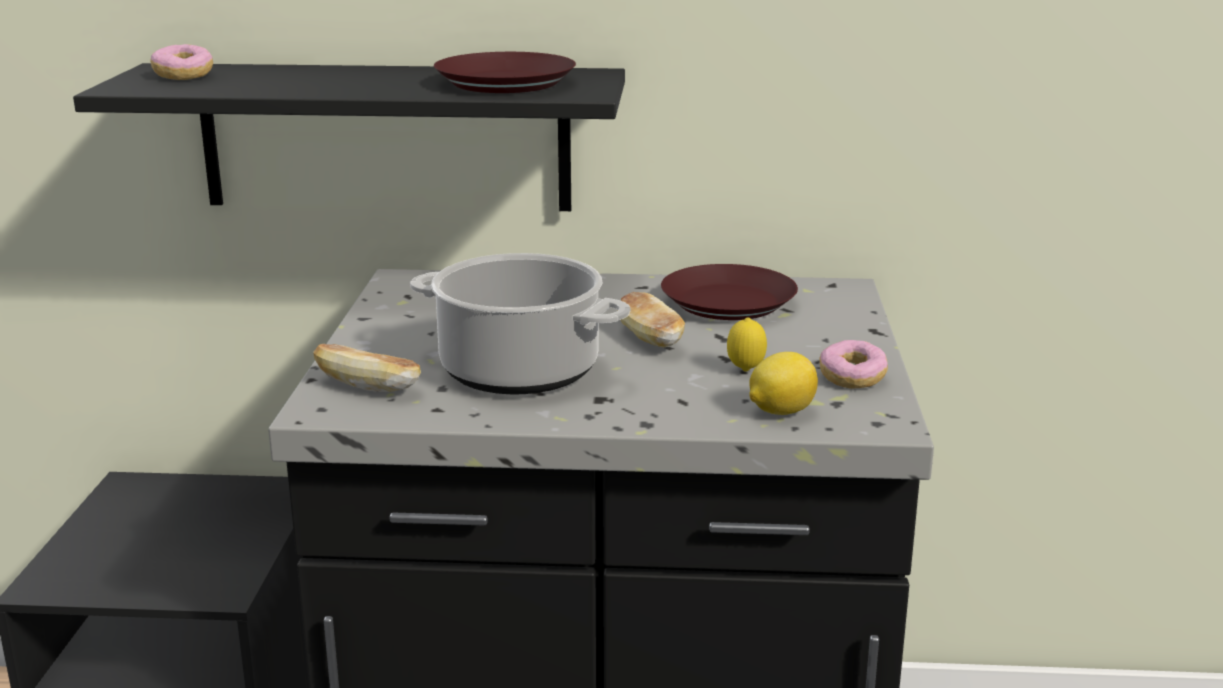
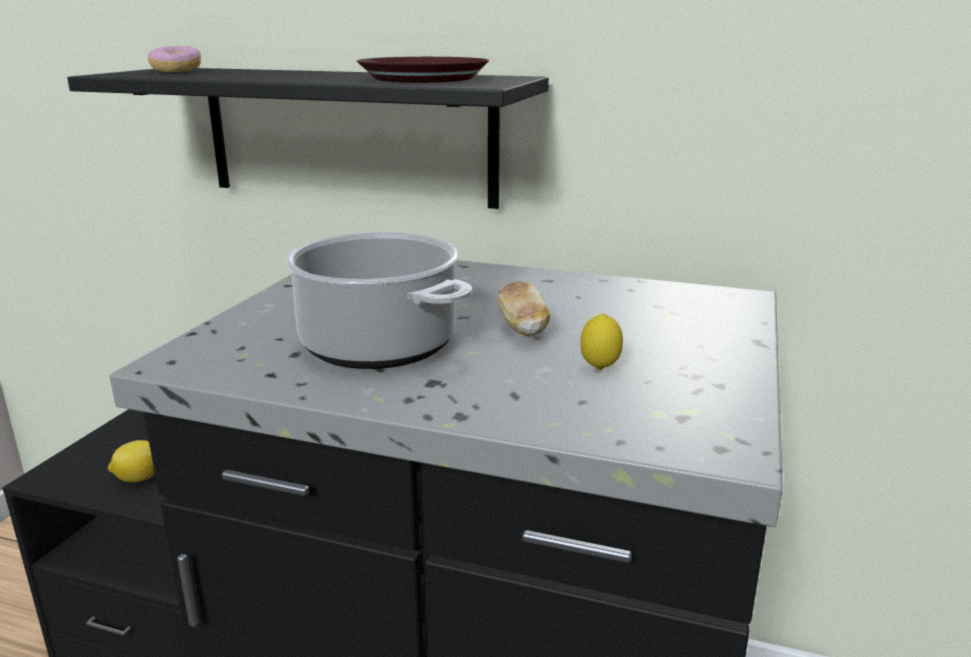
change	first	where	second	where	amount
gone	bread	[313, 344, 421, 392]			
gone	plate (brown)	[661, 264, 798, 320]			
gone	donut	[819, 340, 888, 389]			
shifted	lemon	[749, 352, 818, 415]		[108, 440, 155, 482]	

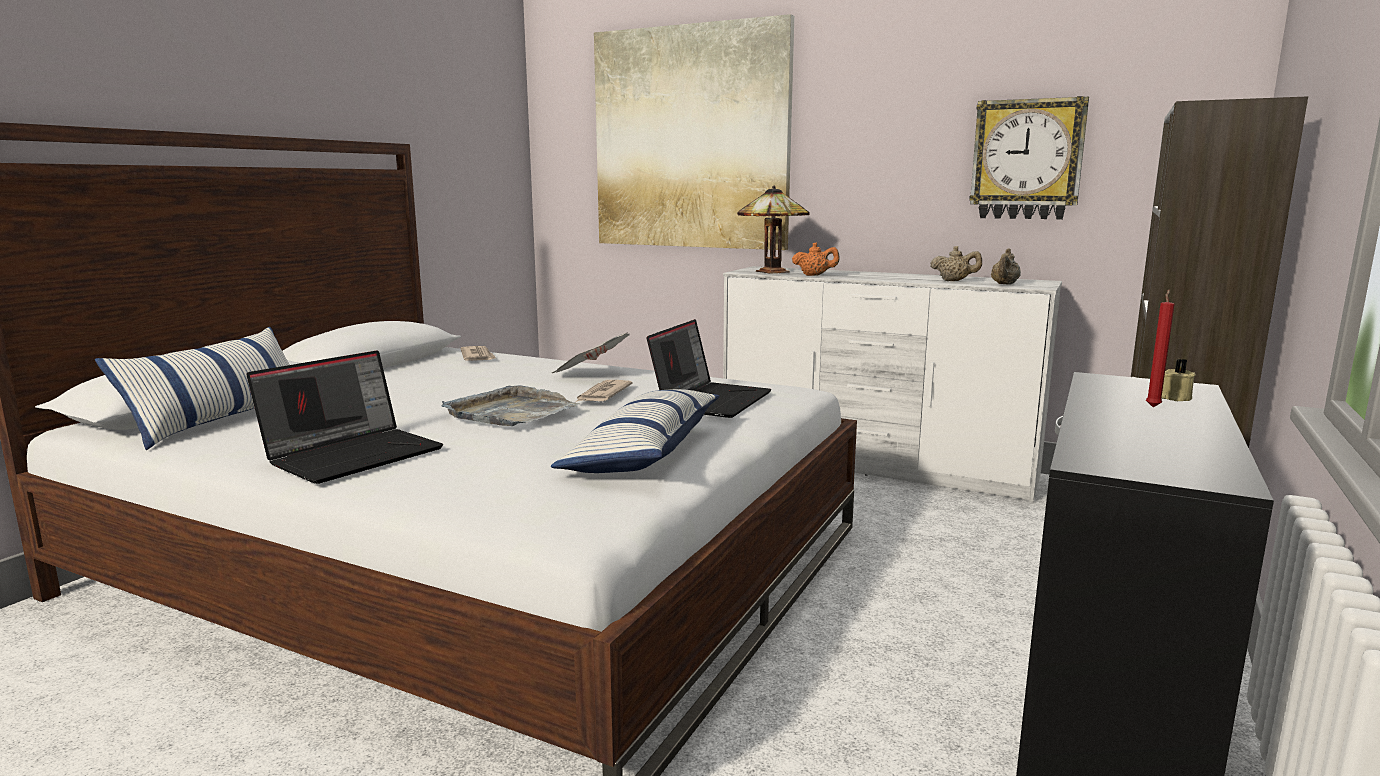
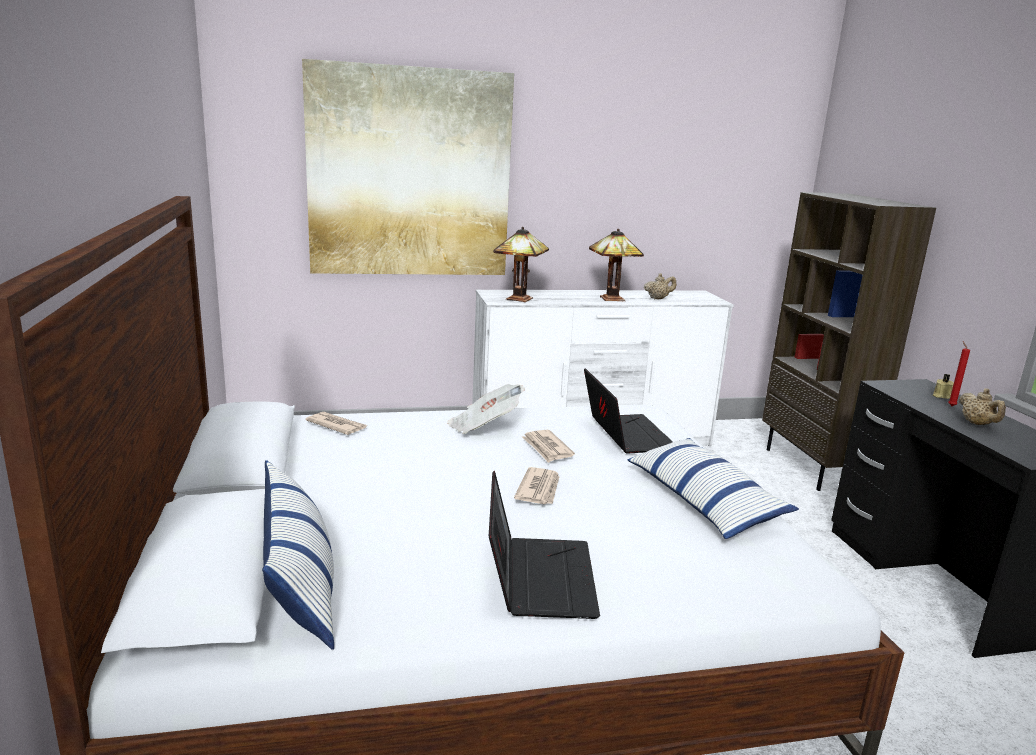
change	first	where	second	where	amount
gone	teapot (orange)	[792, 242, 840, 276]			
gone	wall clock	[969, 96, 1089, 220]			
new			table lamp	[589, 228, 644, 301]	
shifted	teapot (beige)	[991, 248, 1021, 285]		[959, 388, 1006, 425]	
swapped	tray (grey)	[442, 385, 580, 426]	newspaper	[514, 467, 559, 504]	

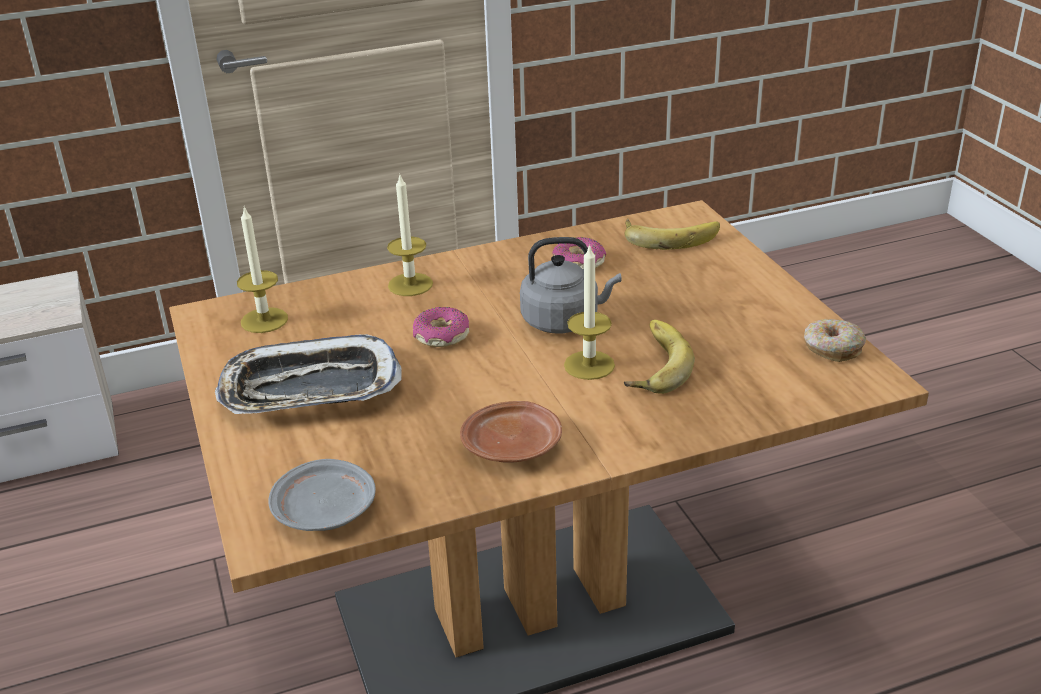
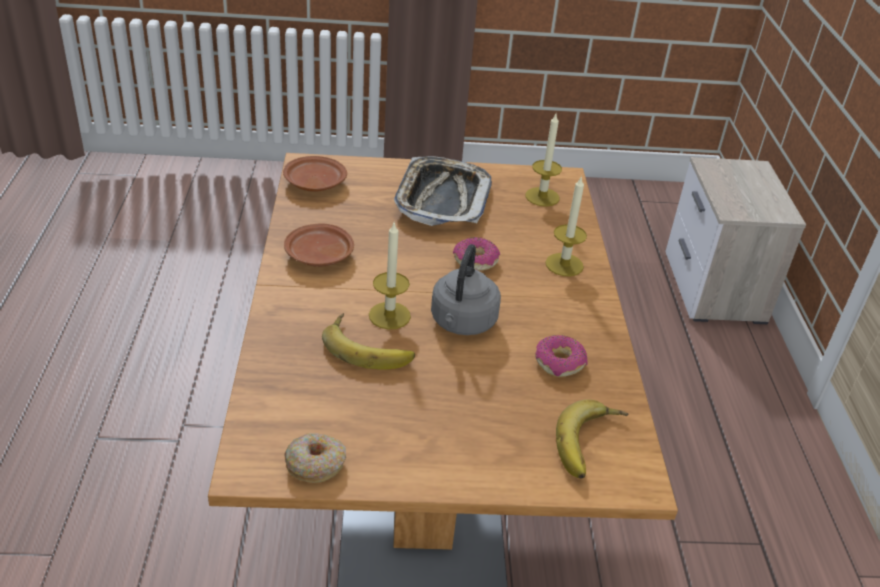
change	first	where	second	where	amount
repainted	plate (grey)	[268, 459, 375, 531]	plate (brown)	[283, 156, 347, 192]	

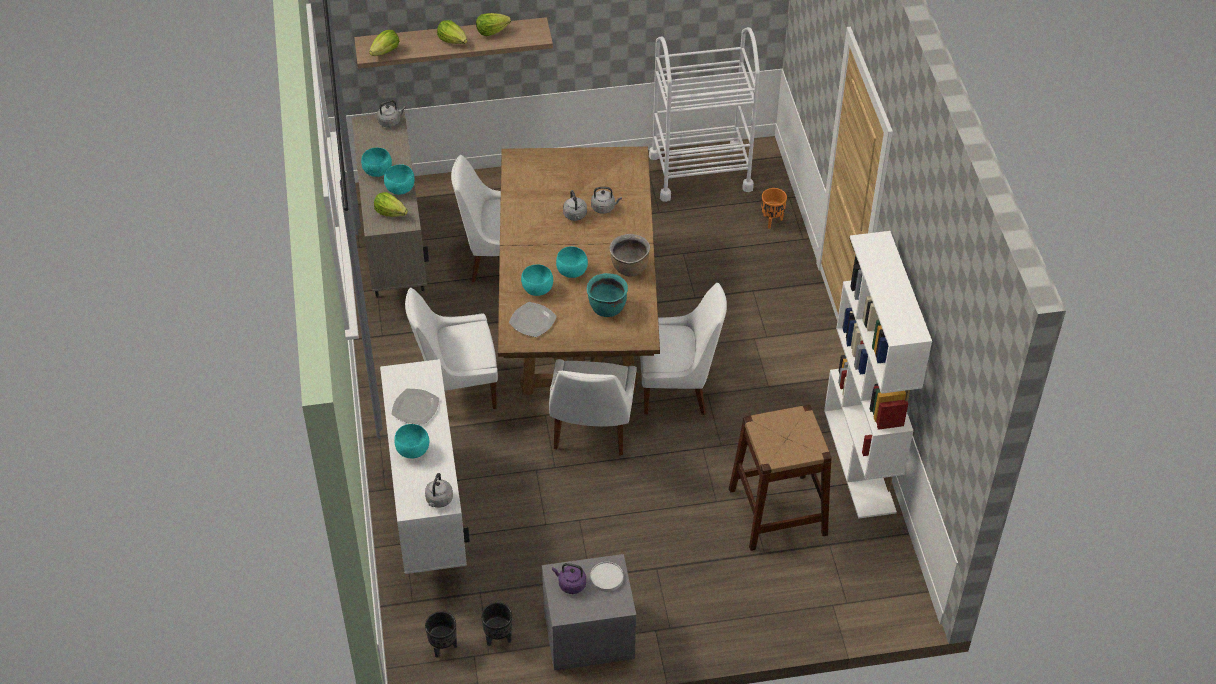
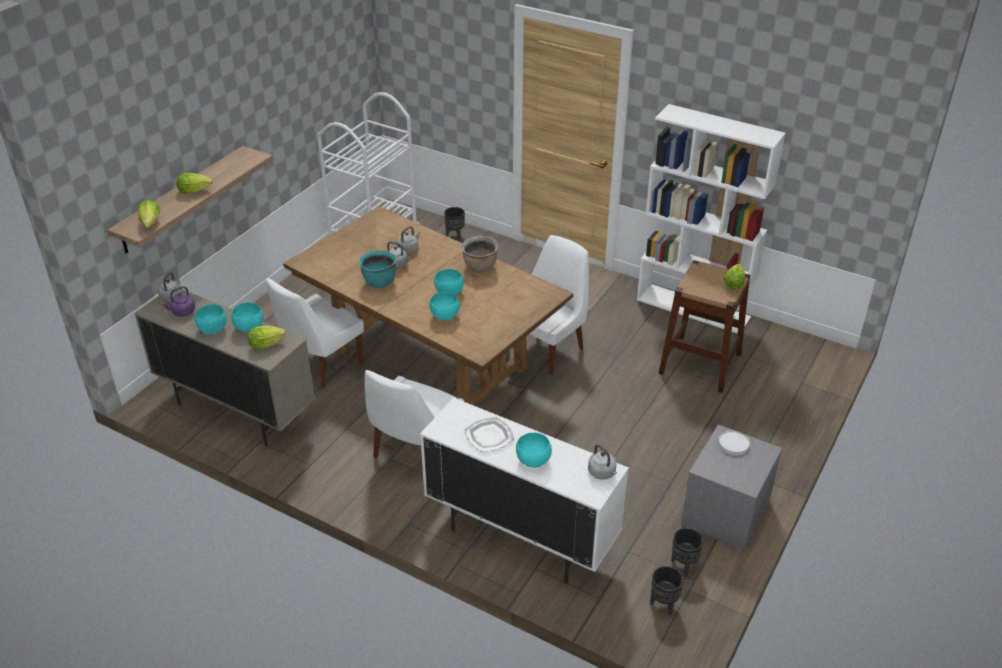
change	first	where	second	where	amount
gone	plate	[509, 302, 557, 337]			
gone	chair (white)	[549, 359, 637, 456]			
shifted	lettuce	[476, 13, 511, 36]		[724, 264, 745, 290]	
shifted	kettle (purple)	[552, 563, 586, 594]		[162, 286, 195, 316]	
shifted	cooking pot (turquoise)	[587, 273, 628, 317]		[359, 250, 396, 288]	
repainted	planter (orange)	[761, 188, 787, 229]	planter (black)	[444, 207, 465, 240]	

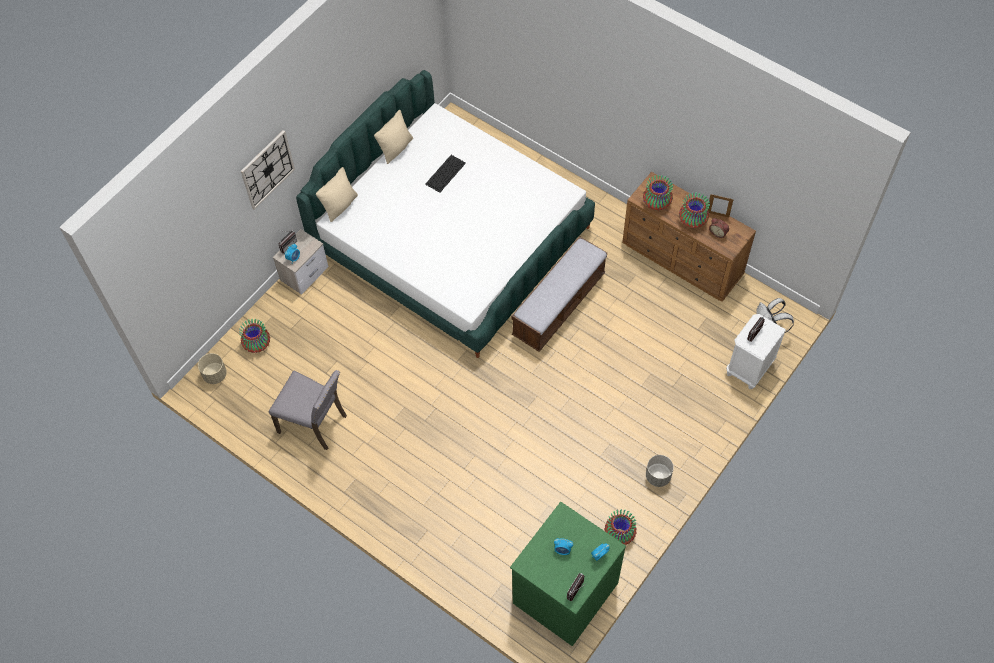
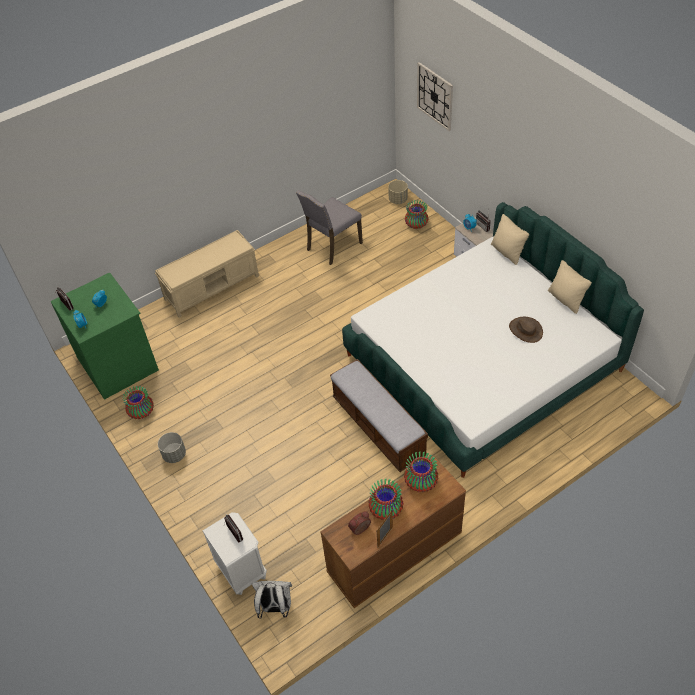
change	first	where	second	where	amount
new			bench (beige)	[155, 230, 259, 318]	
shifted	wall clock	[241, 130, 295, 210]		[417, 62, 453, 131]	
swapped	keyboard	[425, 155, 466, 193]	hat (brown)	[509, 317, 543, 343]	

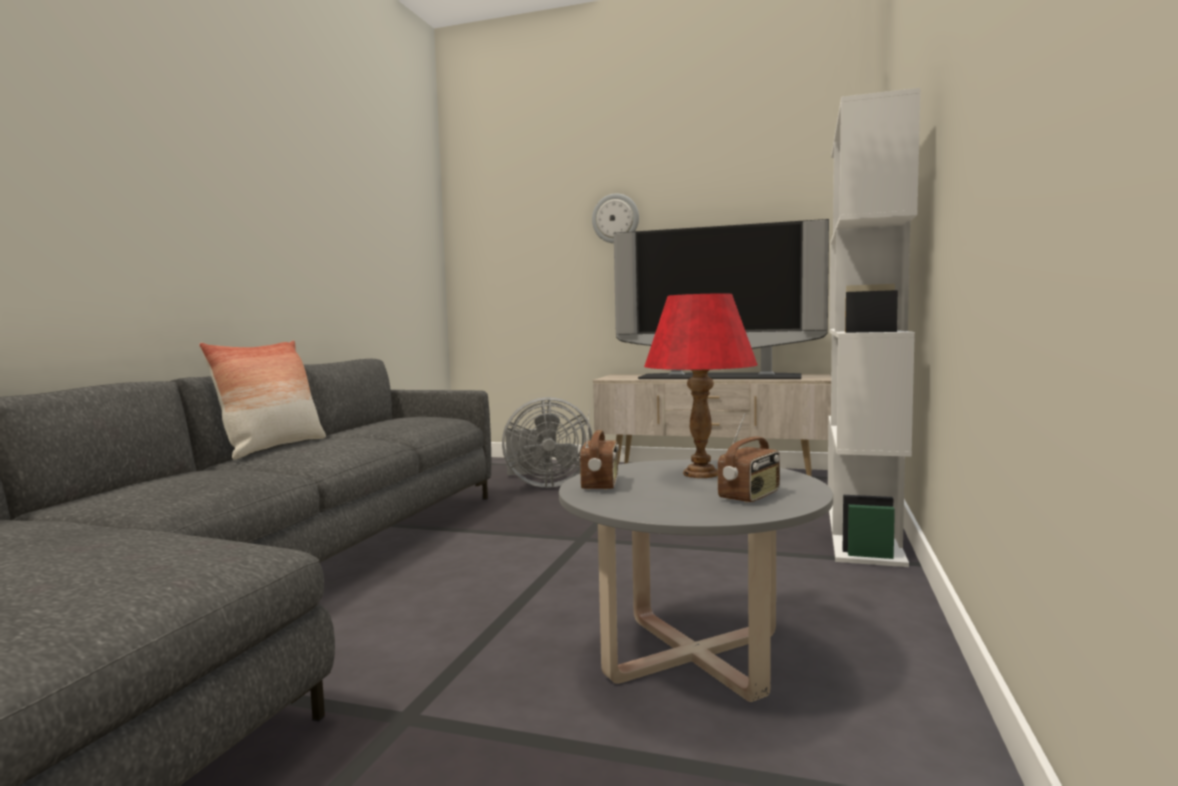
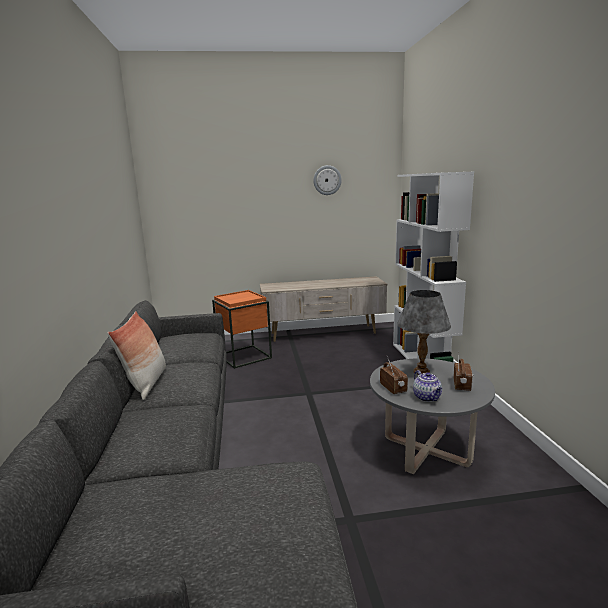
change	first	where	second	where	amount
gone	television	[614, 219, 829, 379]			
new			teapot	[413, 370, 442, 402]	
shifted	wall clock	[592, 194, 639, 243]		[313, 165, 342, 195]	
swapped	fan (grey)	[502, 397, 592, 488]	side table (orange)	[212, 290, 272, 369]	
repainted	table lamp (red)	[644, 293, 758, 478]	table lamp (grey)	[397, 290, 451, 375]	

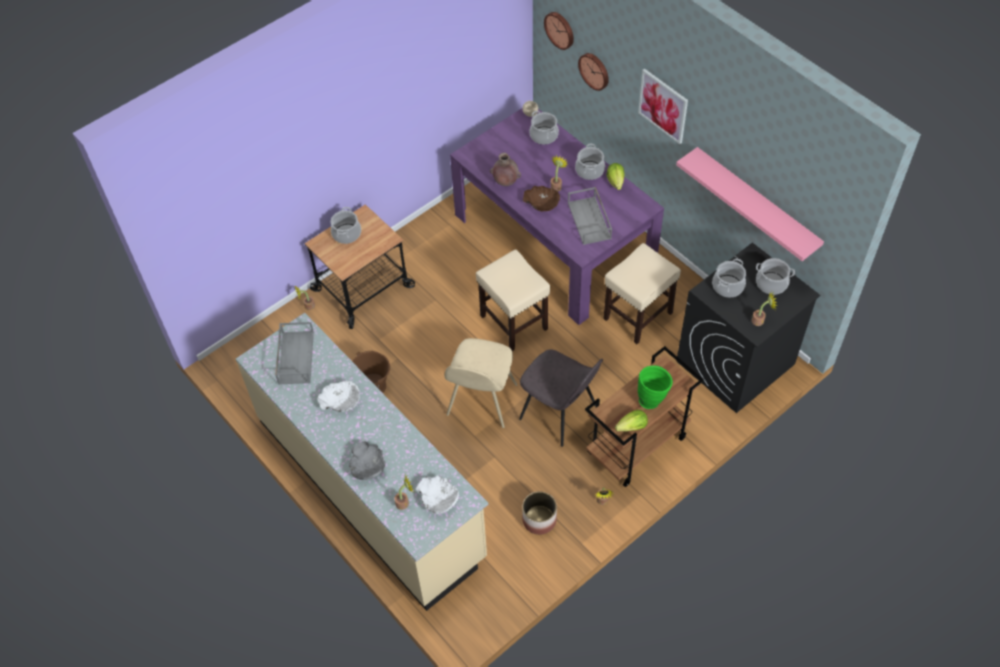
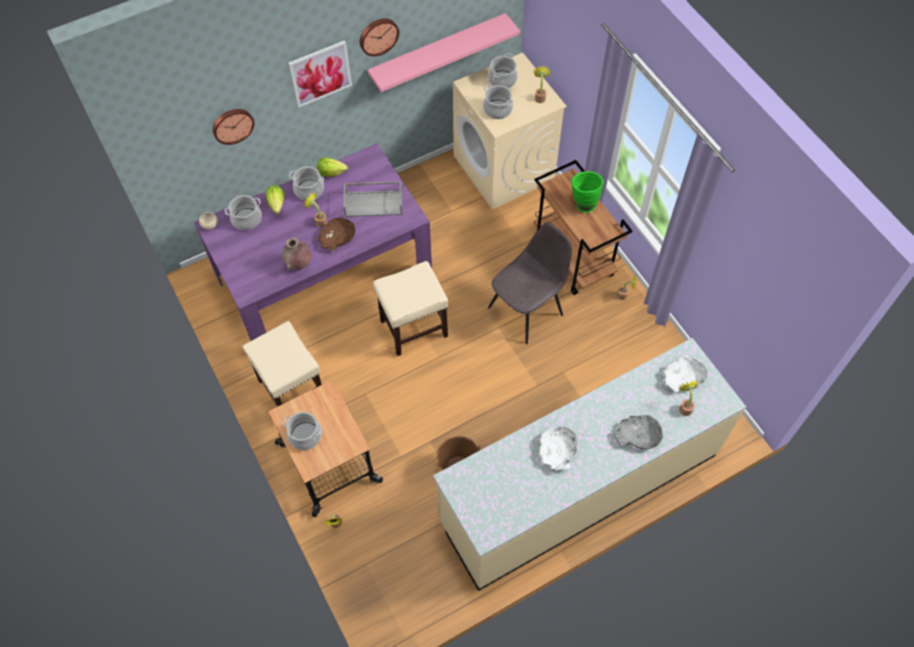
change	first	where	second	where	amount
gone	tray (grey)	[275, 322, 314, 385]			
gone	chair (beige)	[444, 338, 517, 428]			
gone	planter	[522, 491, 557, 535]			
shifted	wall clock	[544, 12, 574, 50]		[360, 19, 399, 56]	
shifted	stool (beige)	[603, 243, 681, 344]		[242, 321, 322, 407]	
shifted	lettuce	[615, 410, 648, 432]		[266, 185, 284, 214]	
repainted	washing machine (black)	[676, 243, 820, 413]	washing machine (beige)	[453, 52, 567, 209]	

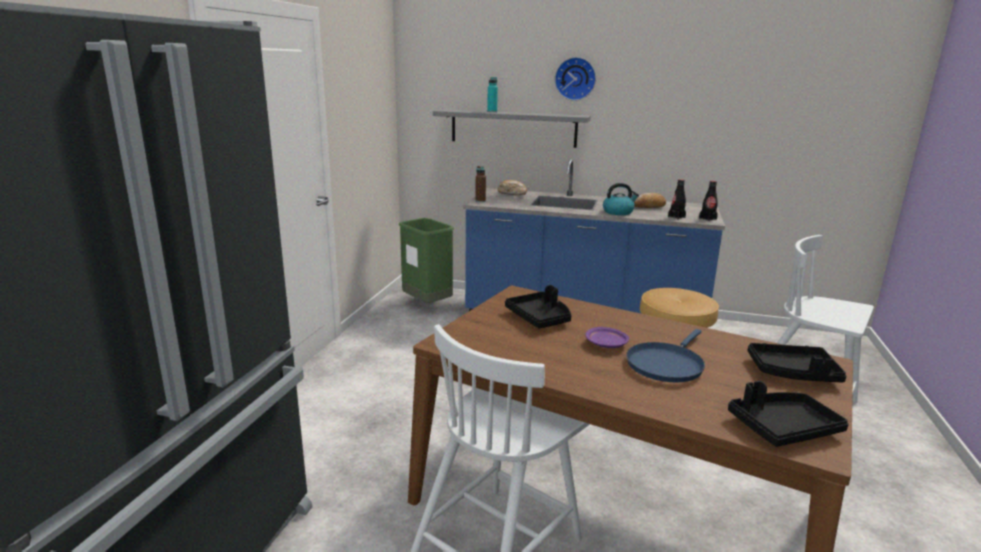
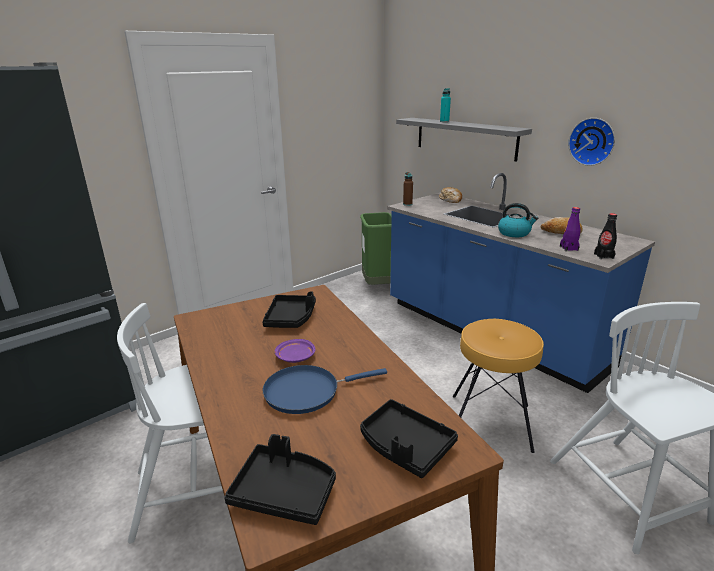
change	first	where	second	where	amount
shifted	wall clock	[555, 57, 596, 101]		[568, 118, 615, 166]	
repainted	bottle (black)	[668, 179, 686, 219]	bottle (purple)	[560, 207, 580, 251]	

